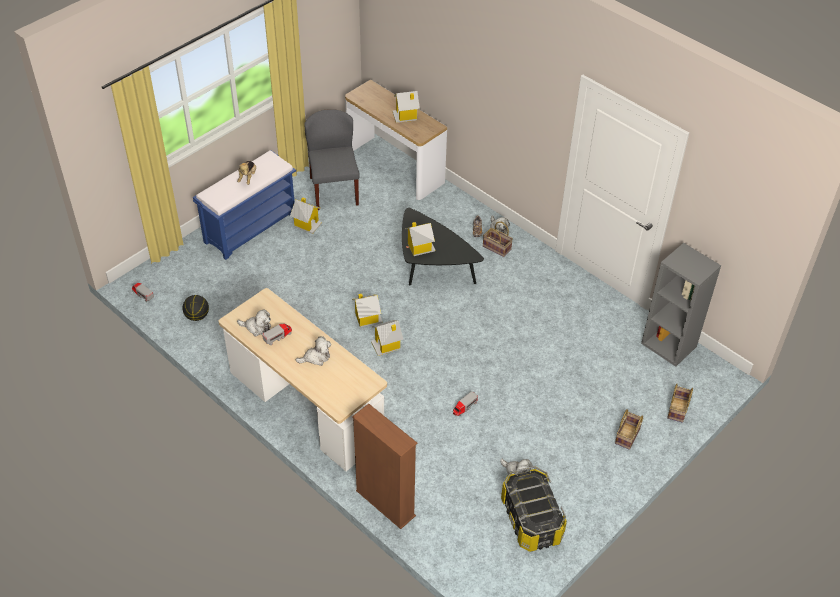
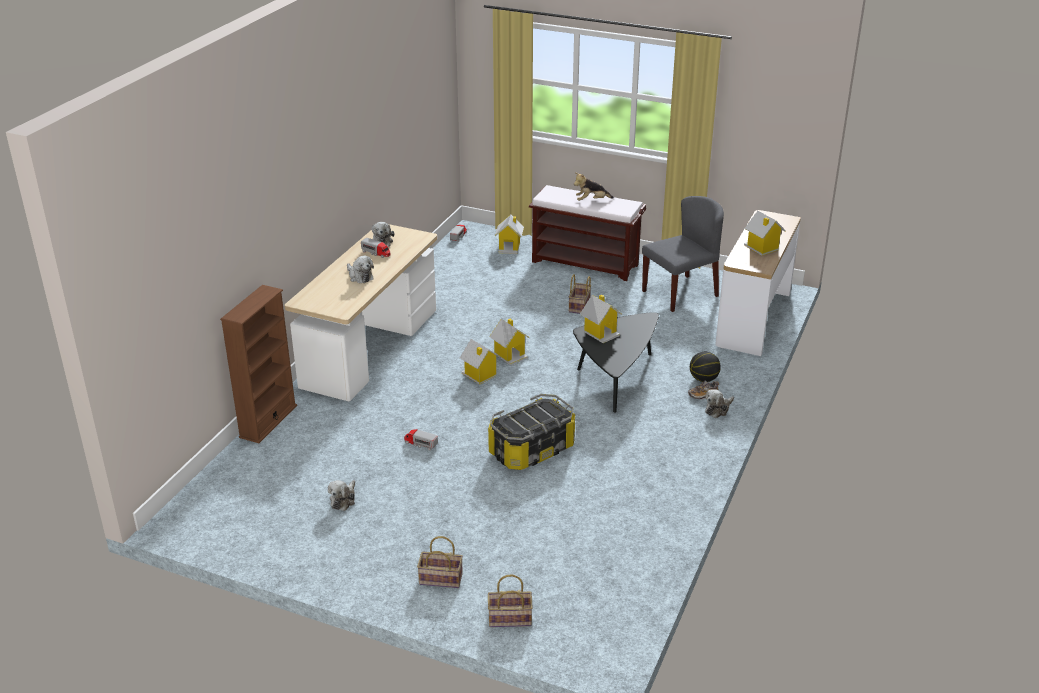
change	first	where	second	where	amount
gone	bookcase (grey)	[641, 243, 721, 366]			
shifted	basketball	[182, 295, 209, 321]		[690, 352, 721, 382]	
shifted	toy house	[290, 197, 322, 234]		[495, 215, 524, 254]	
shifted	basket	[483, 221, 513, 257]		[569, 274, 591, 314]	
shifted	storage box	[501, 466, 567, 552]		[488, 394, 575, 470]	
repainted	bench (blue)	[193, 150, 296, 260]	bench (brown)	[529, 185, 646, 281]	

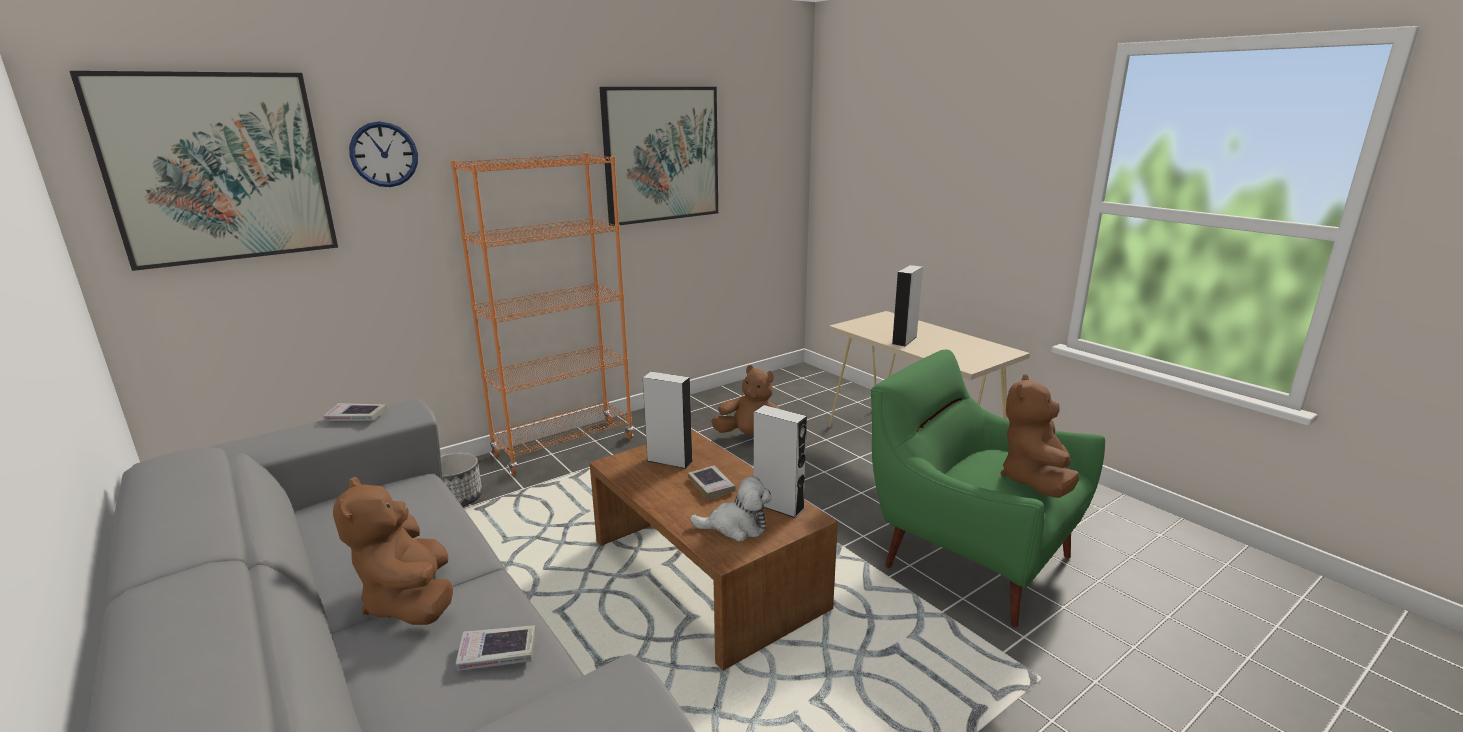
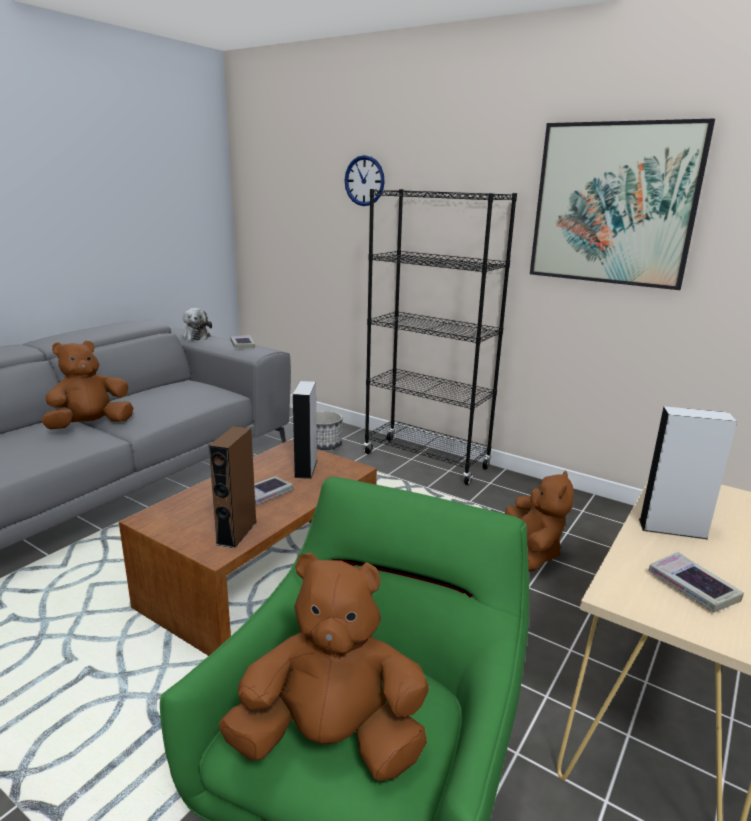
change	first	where	second	where	amount
gone	picture	[70, 71, 338, 271]			
shifted	book	[456, 625, 536, 671]		[648, 552, 744, 612]	
shifted	plush toy	[690, 476, 772, 541]		[181, 308, 212, 341]	
repainted	bookcase (orange)	[451, 153, 634, 475]	bookcase (black)	[364, 189, 517, 485]	
repainted	speaker (grey)	[754, 405, 807, 518]	speaker (brown)	[208, 426, 257, 548]	

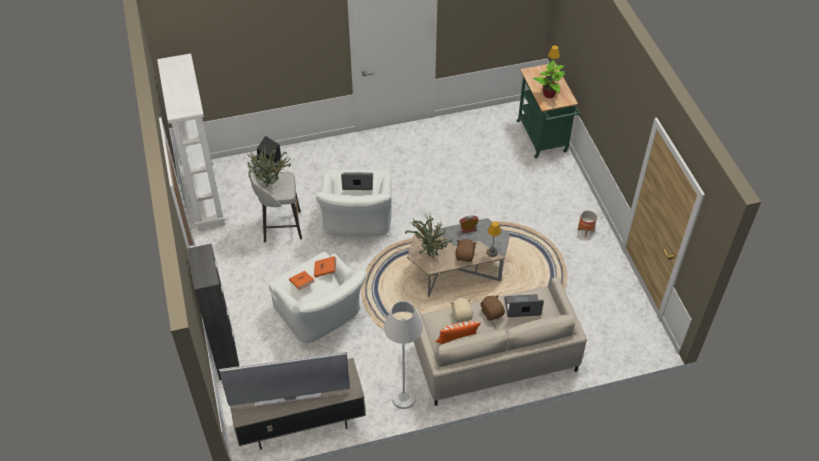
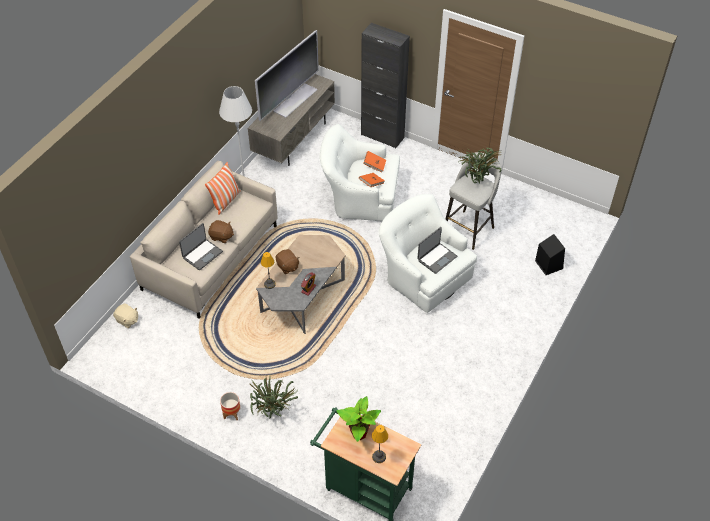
change	first	where	second	where	amount
gone	bookcase (white)	[157, 53, 225, 231]			
shifted	potted plant	[405, 213, 452, 258]		[250, 374, 298, 418]	
shifted	plush toy (beige)	[450, 298, 473, 322]		[113, 304, 138, 328]	

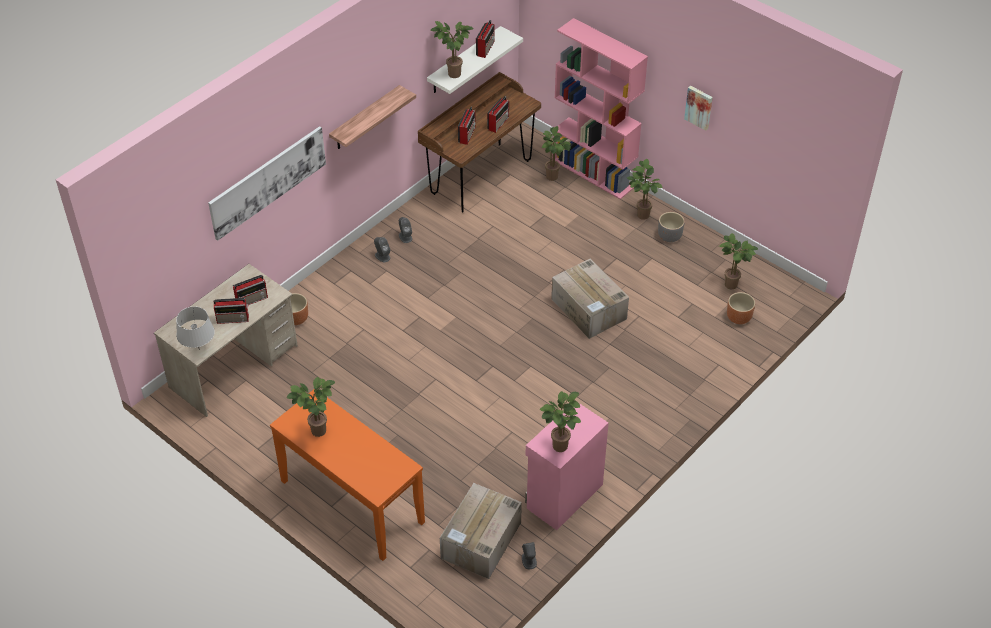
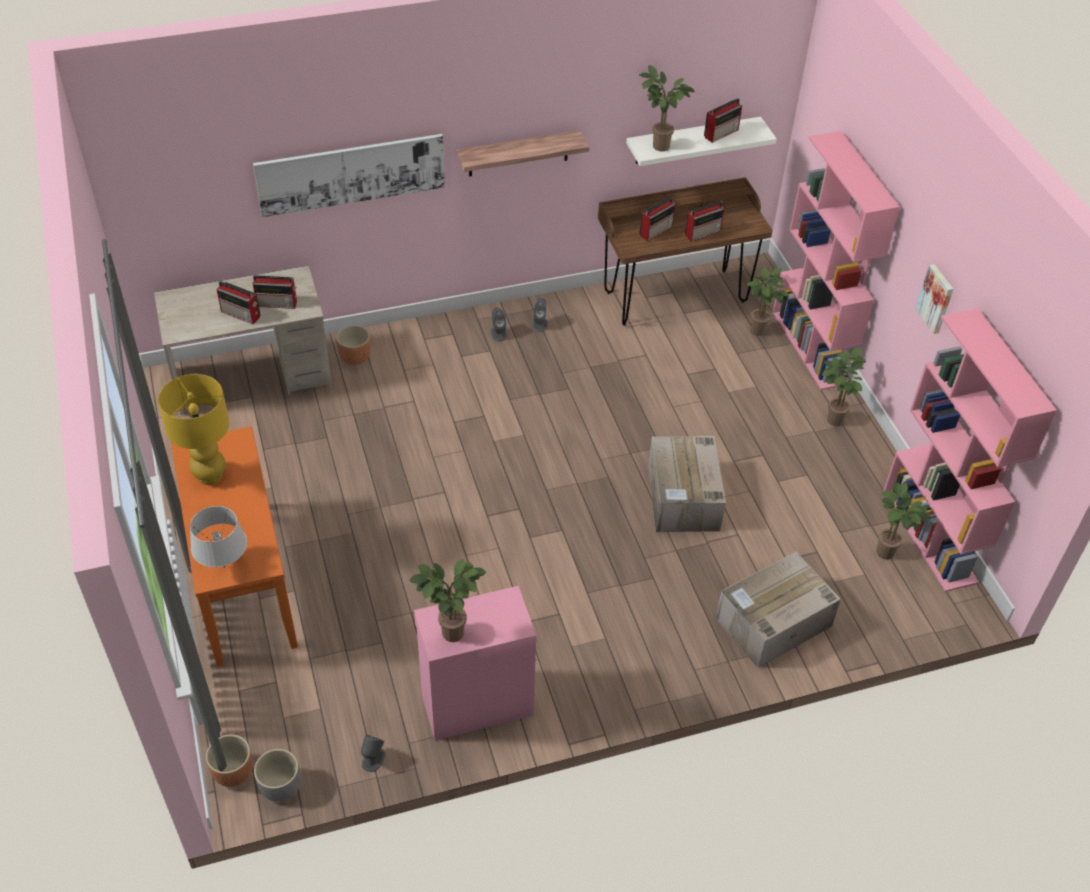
change	first	where	second	where	amount
new			bookcase (pink)	[883, 308, 1057, 592]	
shifted	table lamp (grey)	[176, 306, 215, 350]		[190, 506, 247, 567]	
shifted	cardboard box	[440, 483, 522, 579]		[716, 552, 841, 668]	
shifted	planter (grey)	[658, 212, 685, 242]		[254, 749, 301, 802]	
shifted	planter (brown)	[727, 292, 755, 324]		[206, 734, 253, 787]	
swapped	potted plant	[287, 377, 335, 437]	table lamp (yellow)	[158, 374, 229, 485]	

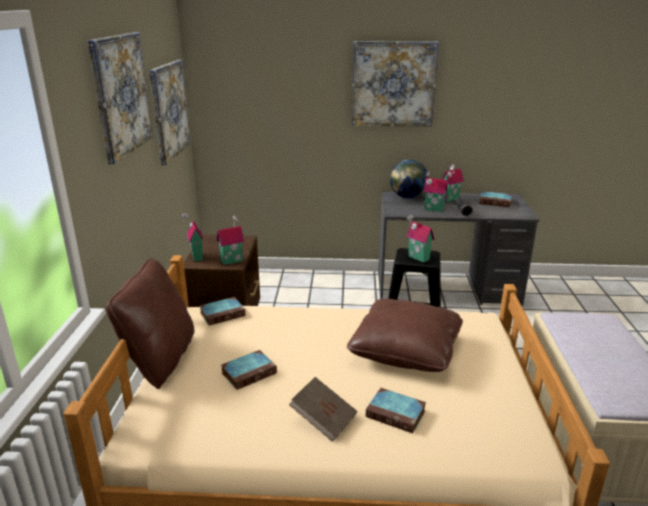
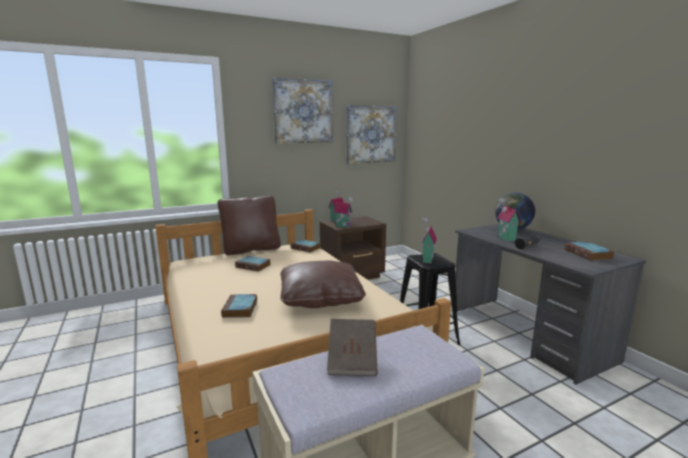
change	first	where	second	where	amount
gone	picture	[352, 41, 439, 127]			
gone	toy house	[442, 164, 464, 202]			
shifted	book (brown)	[289, 377, 357, 442]		[327, 319, 378, 376]	

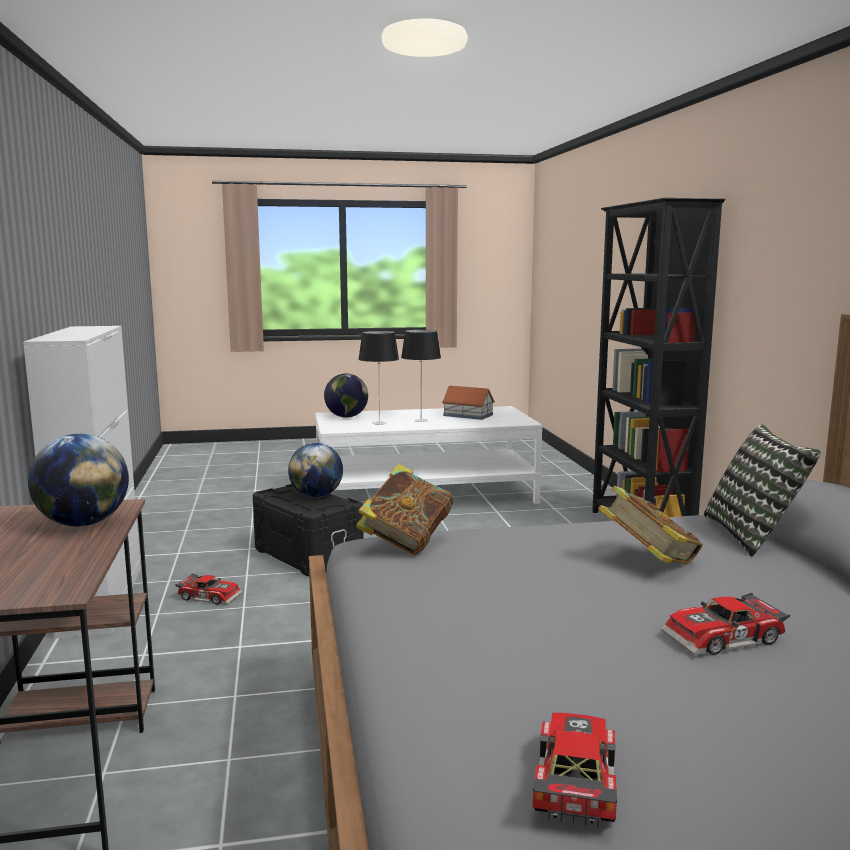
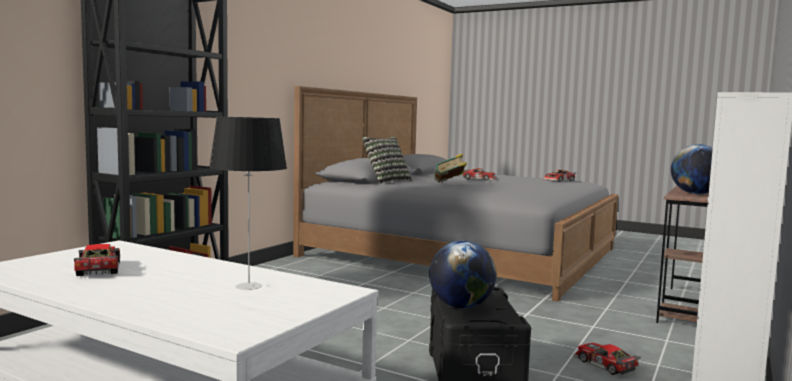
change	first	where	second	where	amount
gone	globe	[324, 374, 368, 418]			
gone	book	[356, 464, 453, 555]			
gone	table lamp	[401, 330, 441, 422]			
swapped	toy house	[442, 386, 495, 420]	toy car	[74, 244, 120, 276]	

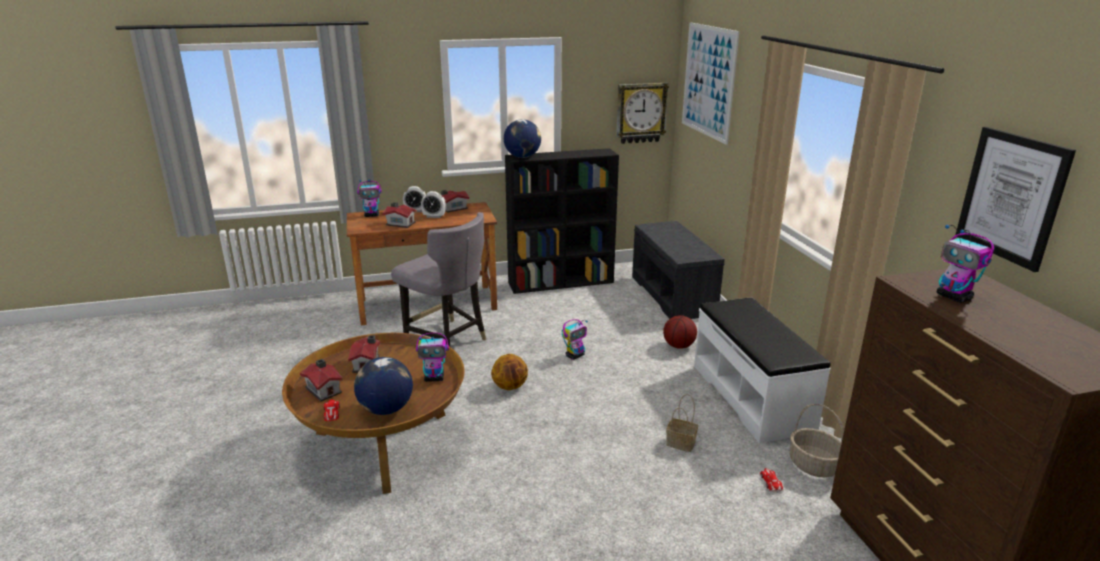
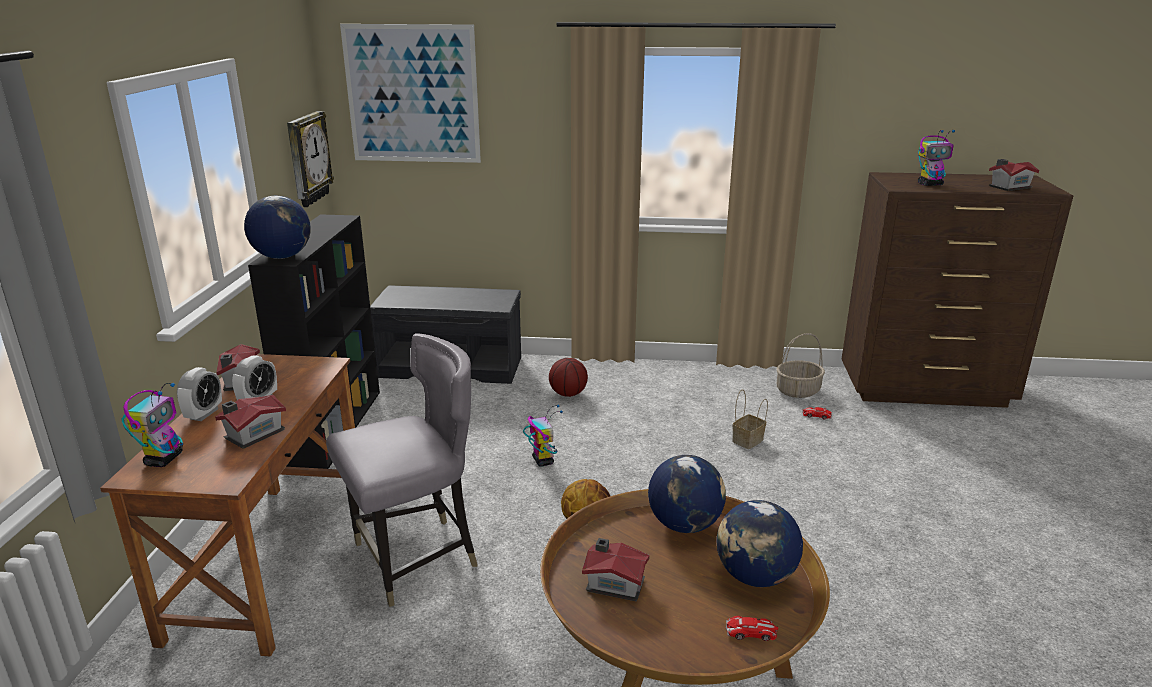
change	first	where	second	where	amount
gone	bench (white)	[694, 298, 831, 443]			
gone	picture	[956, 127, 1076, 272]			
shifted	toy house	[300, 359, 343, 401]		[989, 159, 1039, 191]	
swapped	toy robot	[416, 333, 449, 382]	globe	[648, 455, 726, 533]	

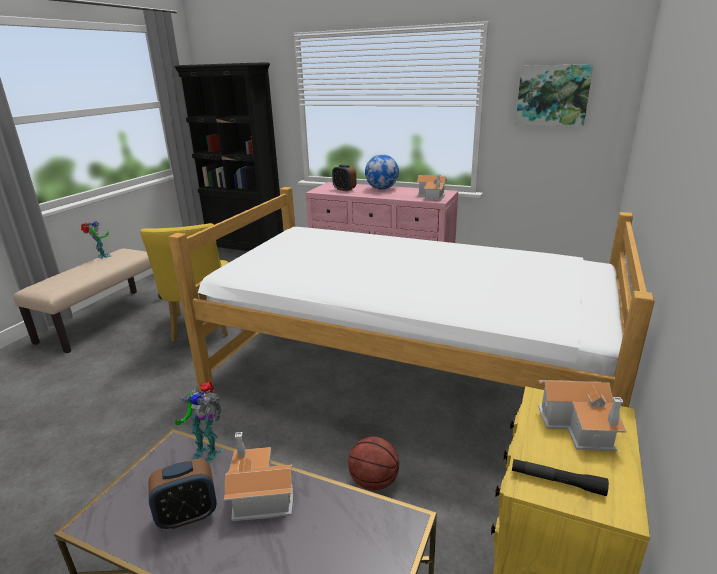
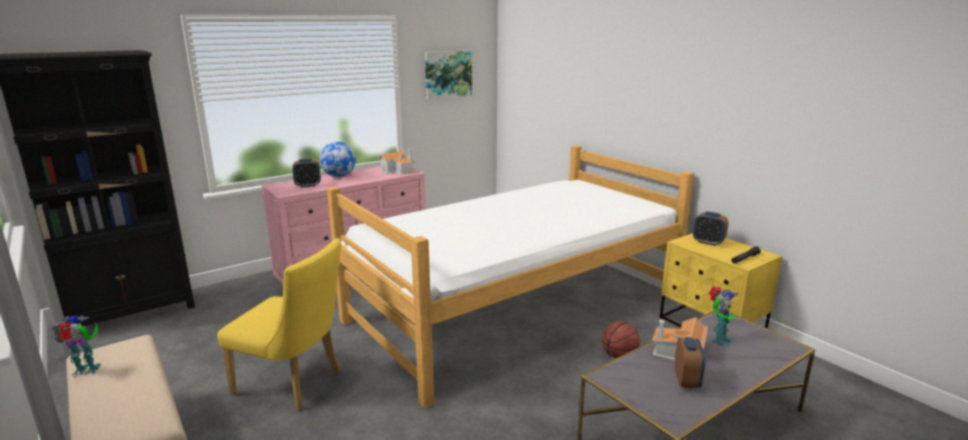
change	first	where	second	where	amount
shifted	toy robot	[175, 381, 223, 464]		[709, 286, 738, 347]	
swapped	toy house	[538, 380, 626, 451]	alarm clock	[693, 211, 729, 246]	

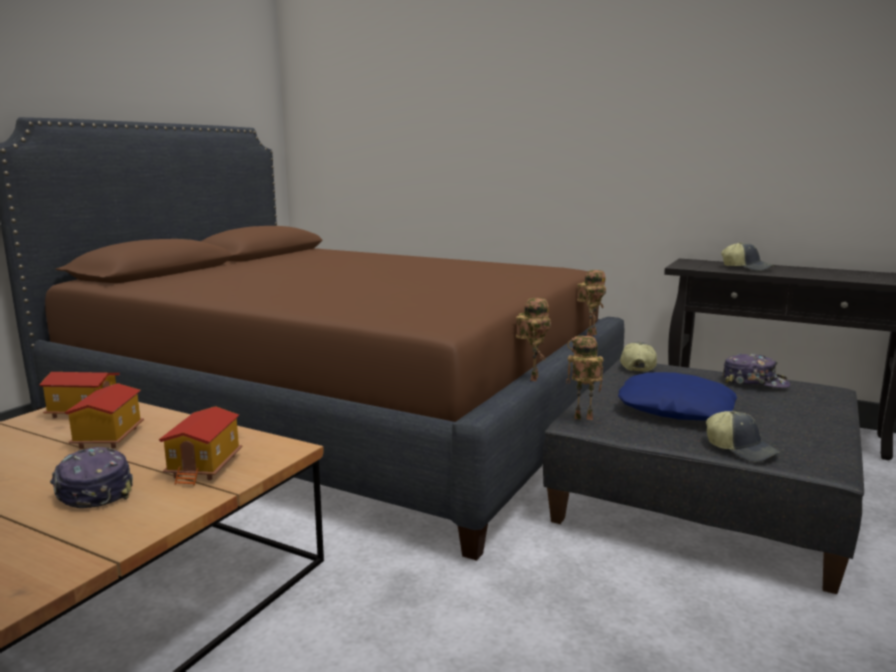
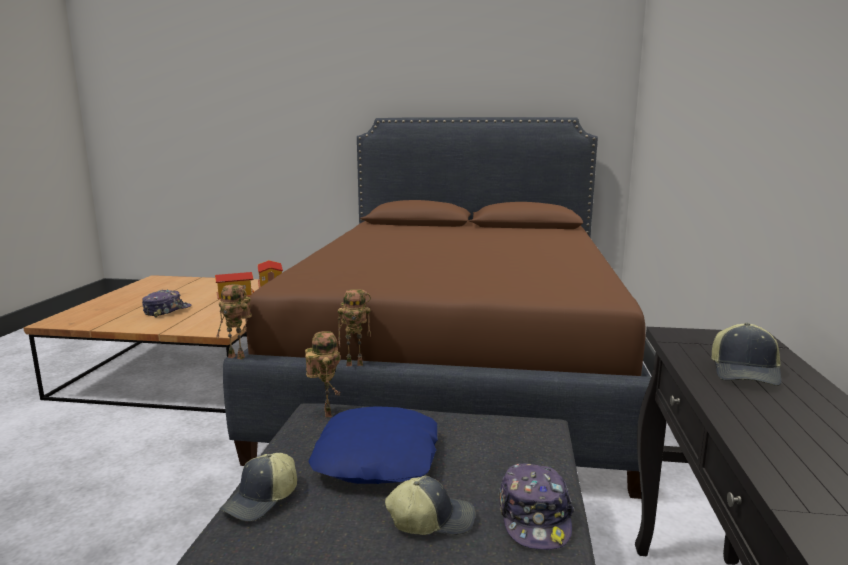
change	first	where	second	where	amount
gone	toy house	[159, 406, 242, 486]			
shifted	toy robot	[577, 270, 606, 336]		[216, 284, 252, 359]	
shifted	cap	[620, 342, 657, 372]		[385, 476, 475, 535]	

